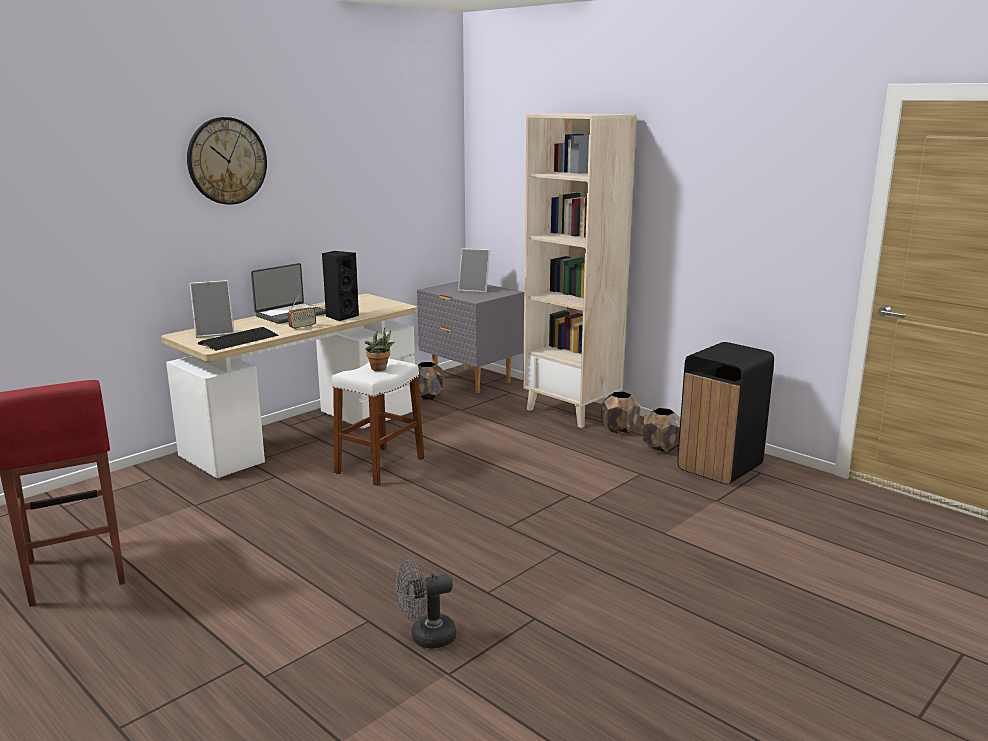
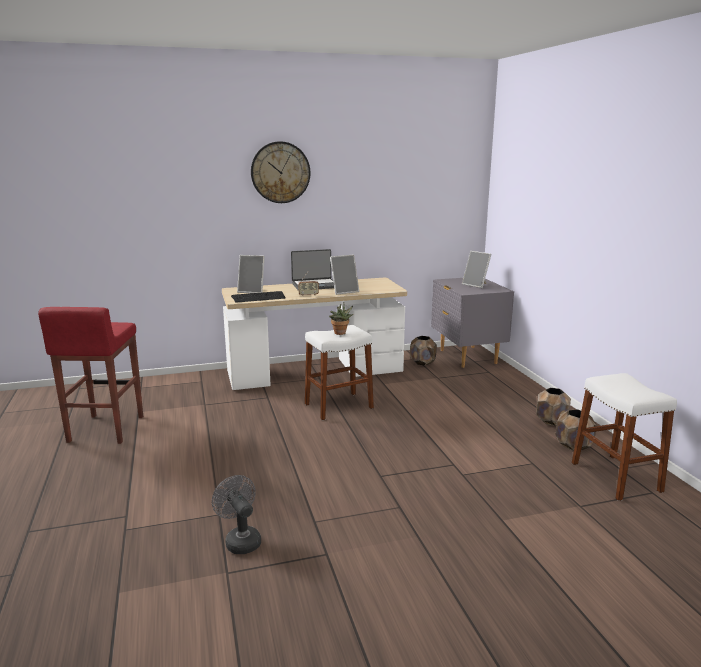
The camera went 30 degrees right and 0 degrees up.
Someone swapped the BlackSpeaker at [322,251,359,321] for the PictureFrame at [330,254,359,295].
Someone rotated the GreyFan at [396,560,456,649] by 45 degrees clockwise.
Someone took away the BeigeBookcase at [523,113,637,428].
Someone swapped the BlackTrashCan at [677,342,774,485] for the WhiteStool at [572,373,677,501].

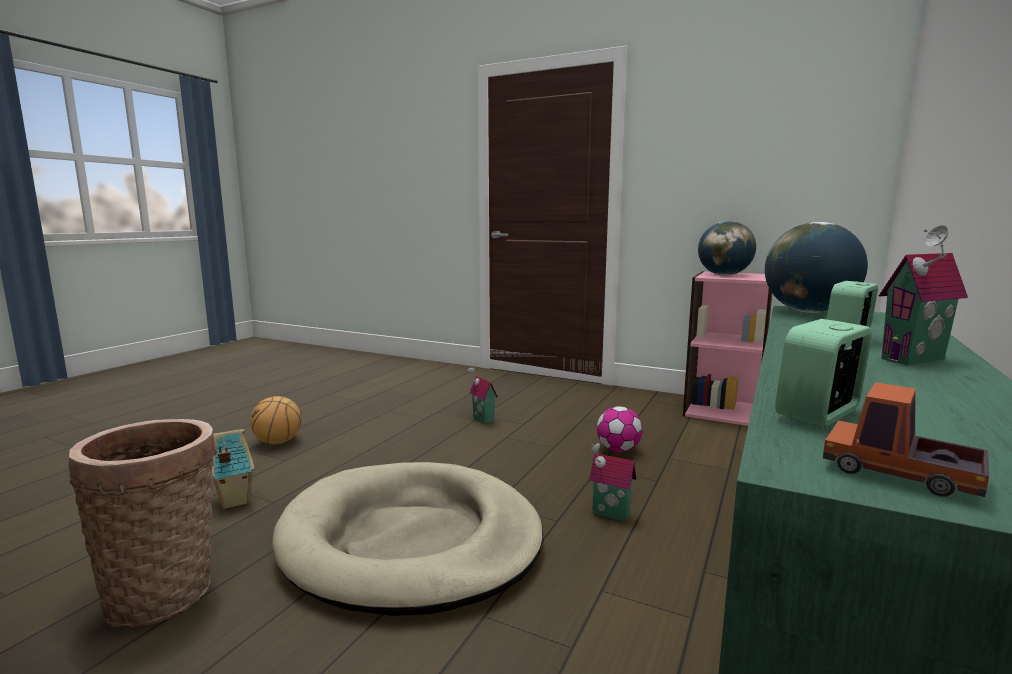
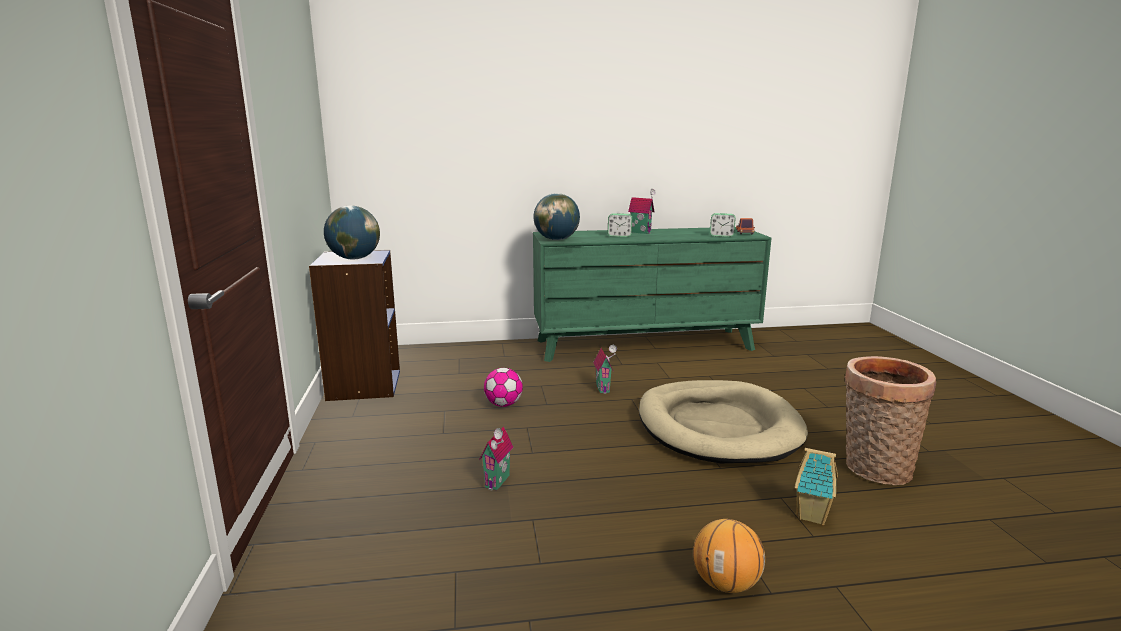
The camera went 125 degrees left and 5 degrees up.
Someone repainted the PinkBookcase at [683,271,773,426], which became the BlueBookcase at [309,250,400,401].

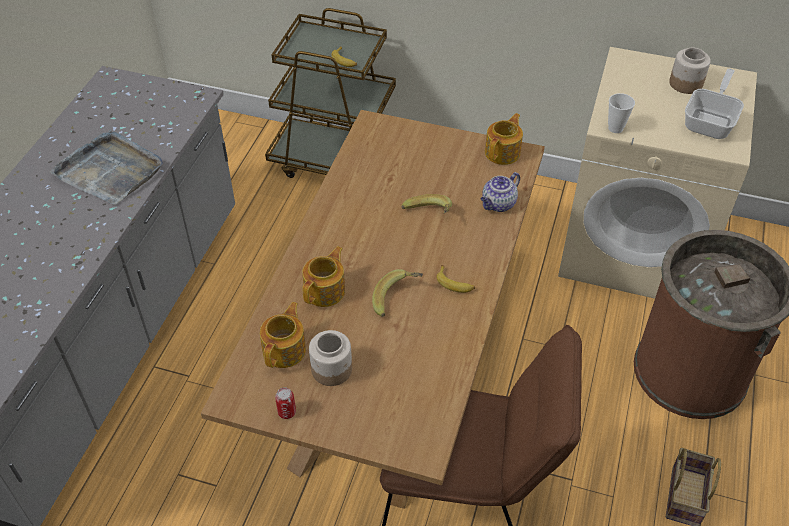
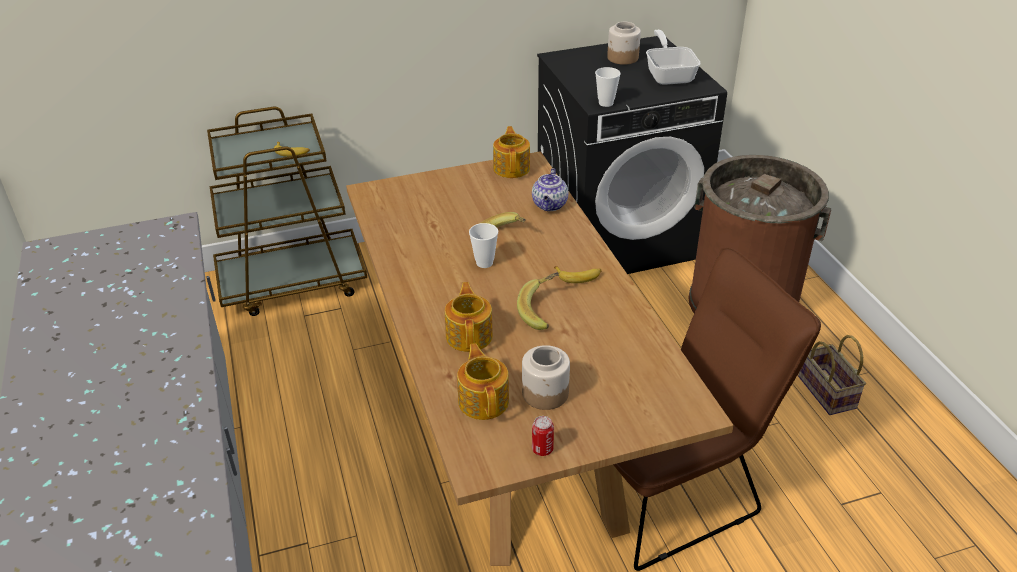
The camera went 35 degrees left and 10 degrees down.
Someone took away the GreyTray at [50,130,163,205].
Someone repainted the BeigeWashingMachine at [558,47,757,299], which became the BlackWashingMachine at [537,36,727,274].
Someone put down the Cup at [469,223,498,268].

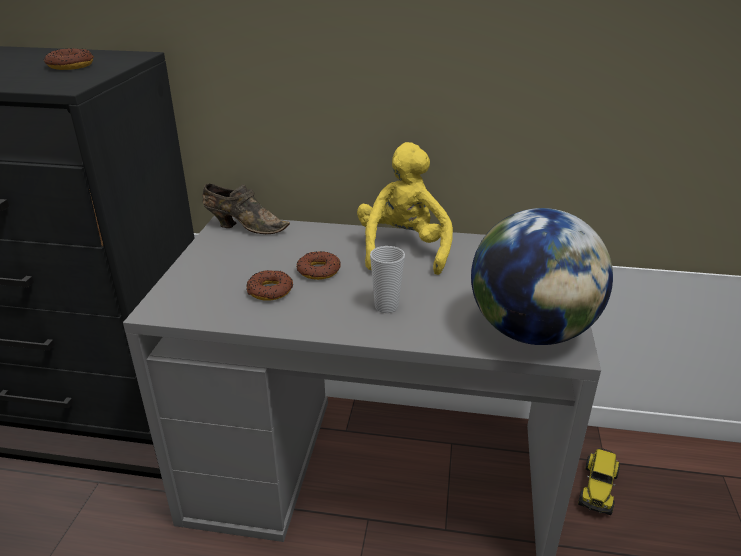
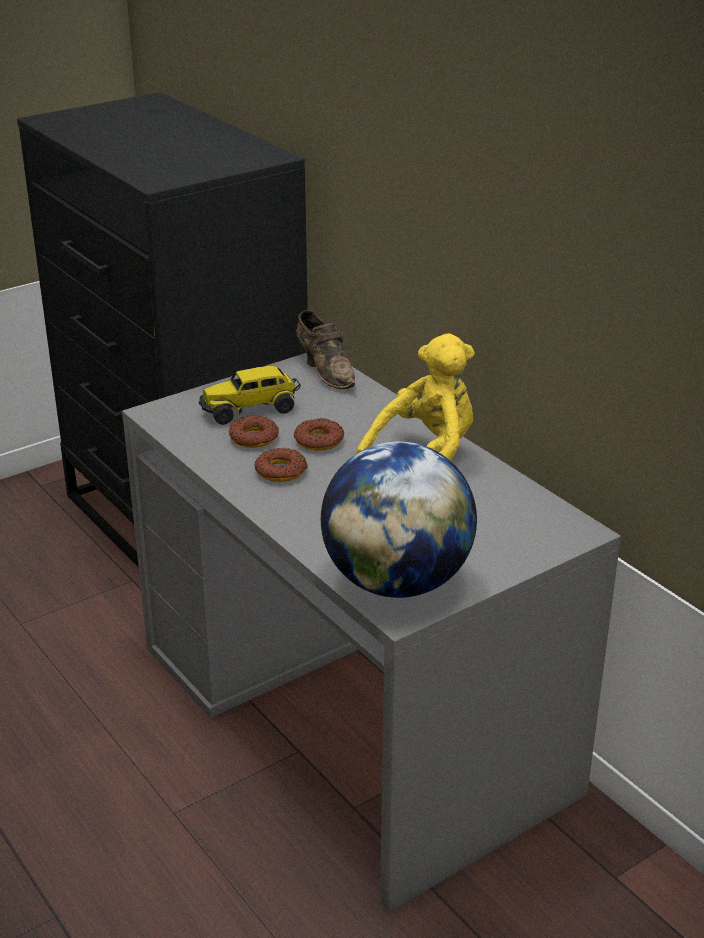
The camera went 45 degrees right and 0 degrees up.
Someone carried the Donut from [44,48,94,70] to [255,448,308,482].
Someone took away the Cup at [370,246,405,313].
Someone carried the ToyTruck from [578,448,620,515] to [199,366,301,425].

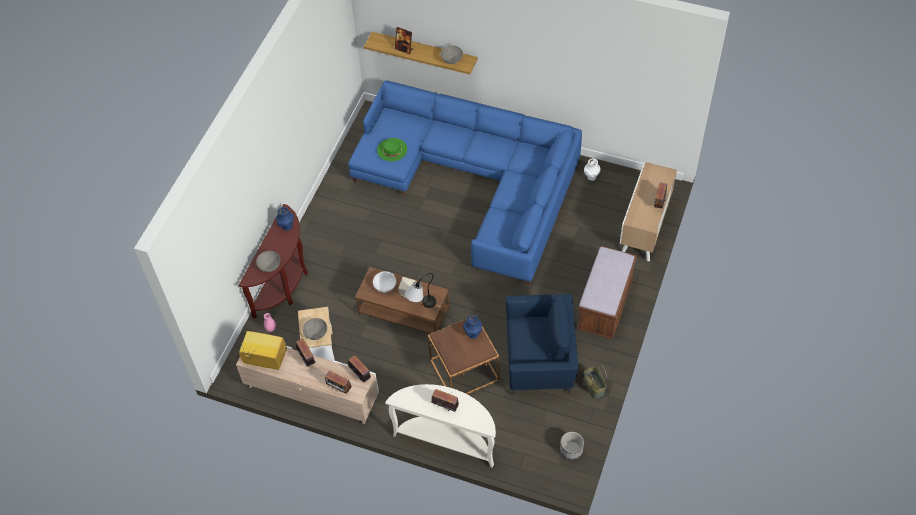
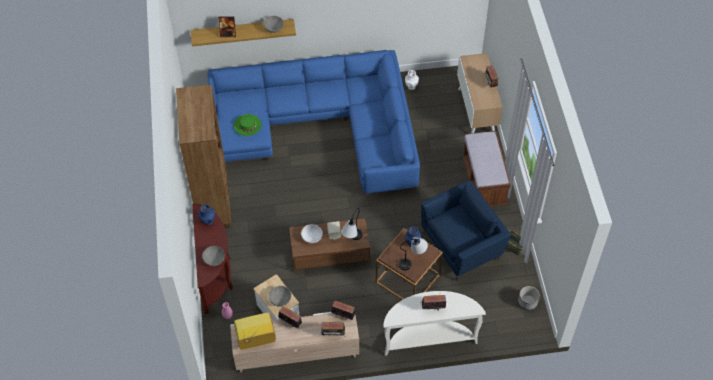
The camera went 30 degrees left and 0 degrees up.
Someone put down the BrownBookcase at [176,84,231,228].
Someone put down the TableLamp at [399,237,428,270].

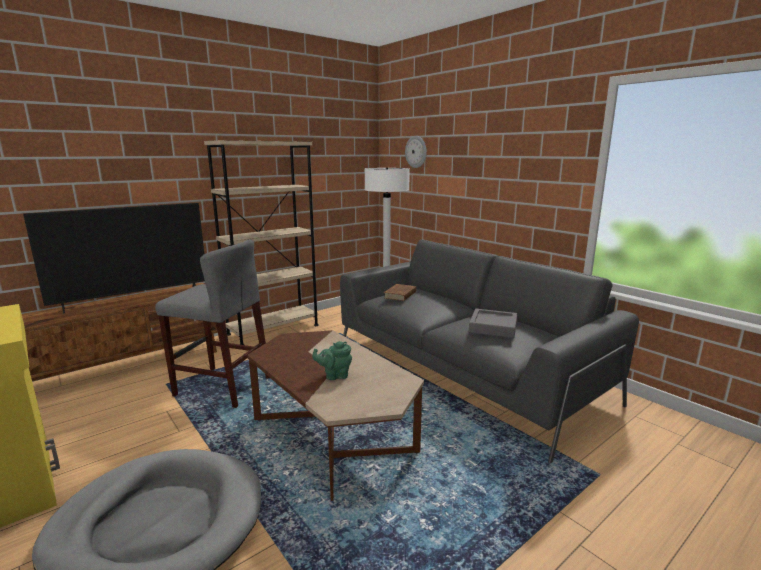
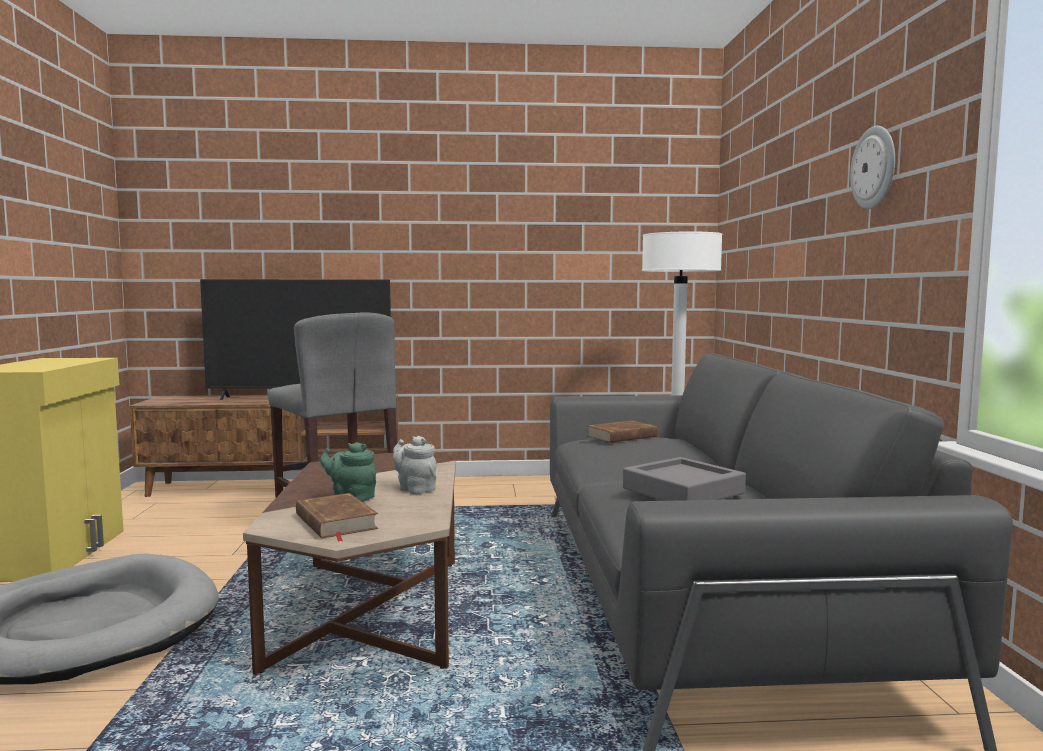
The camera went 35 degrees right and 10 degrees down.
Someone took away the BeigeBookcase at [204,140,319,345].
Someone carried the WallClock from [405,136,427,168] to [850,126,895,209].
Someone put down the BrownBook at [296,493,378,542].
Someone put down the GreyTeapot at [393,436,437,494].

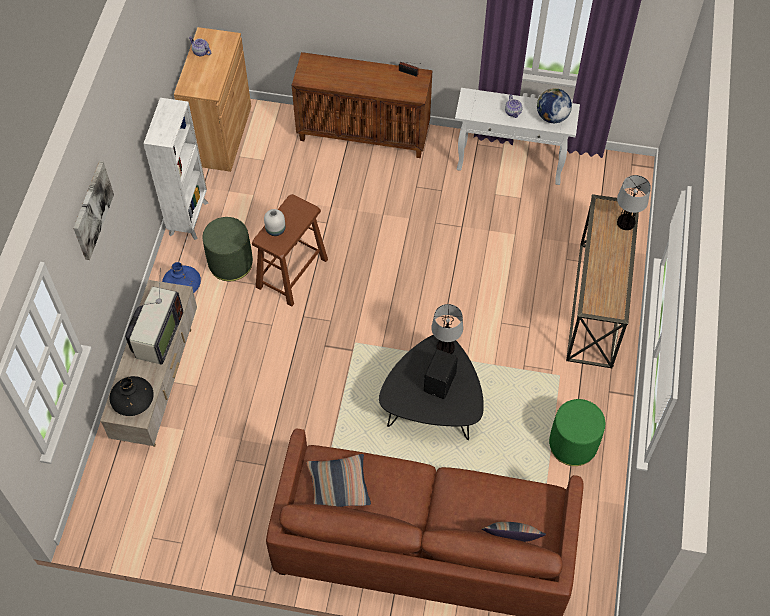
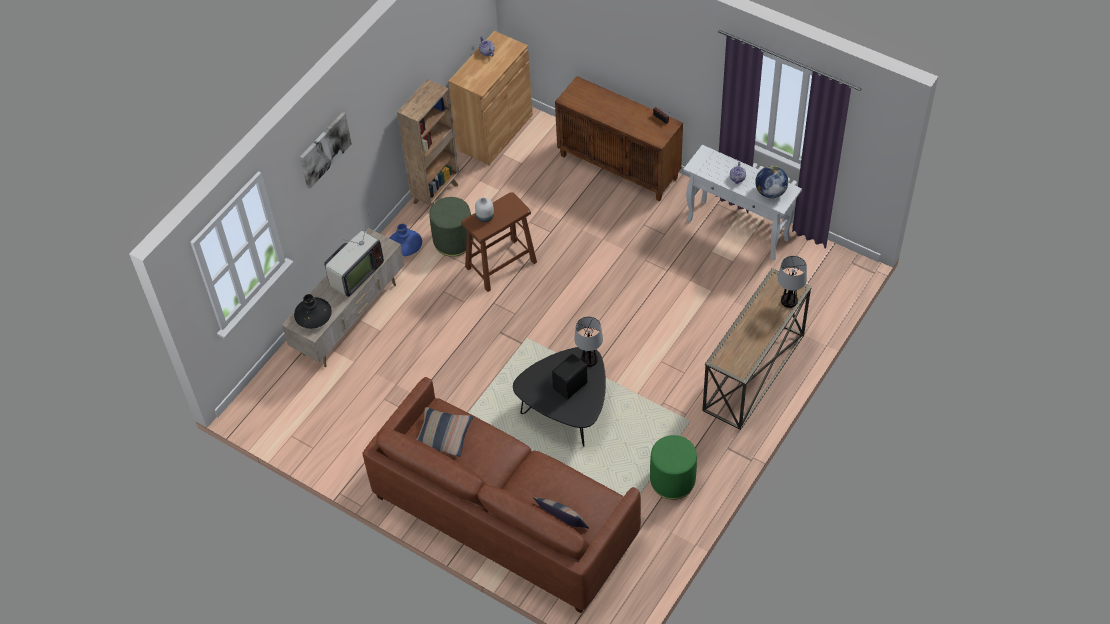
The camera went 25 degrees right and 5 degrees down.
Someone repainted the WhiteBookcase at [143,98,208,240], which became the BrownBookcase at [397,79,459,207].

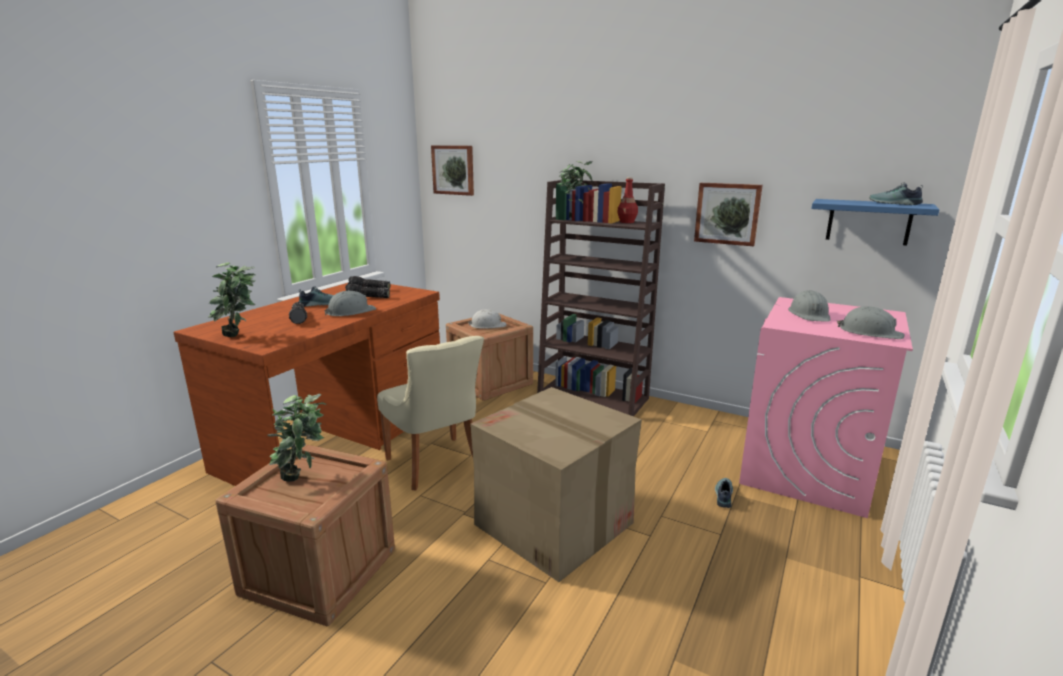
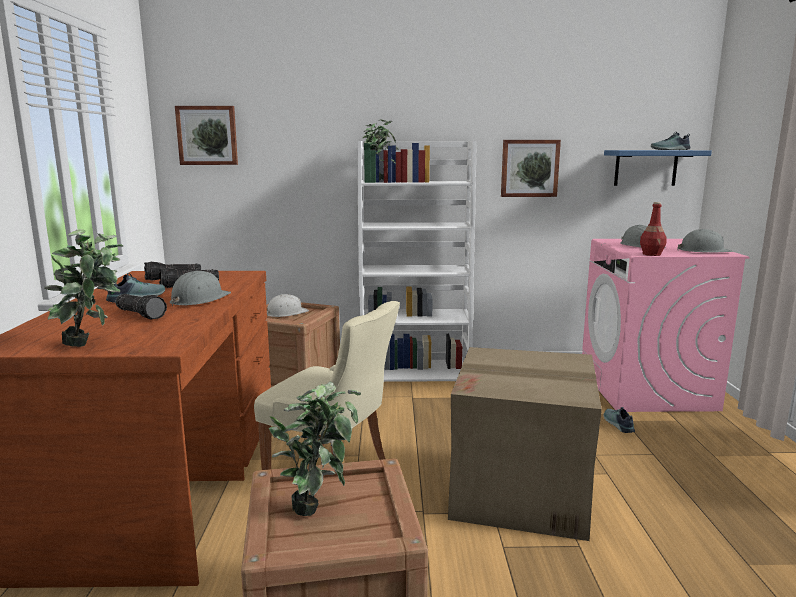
The camera went 30 degrees left and 5 degrees down.
Someone repainted the BrownBookcase at [537,180,665,417], which became the WhiteBookcase at [357,141,477,382].
Someone carried the RedBottle from [617,177,638,223] to [640,202,667,256].

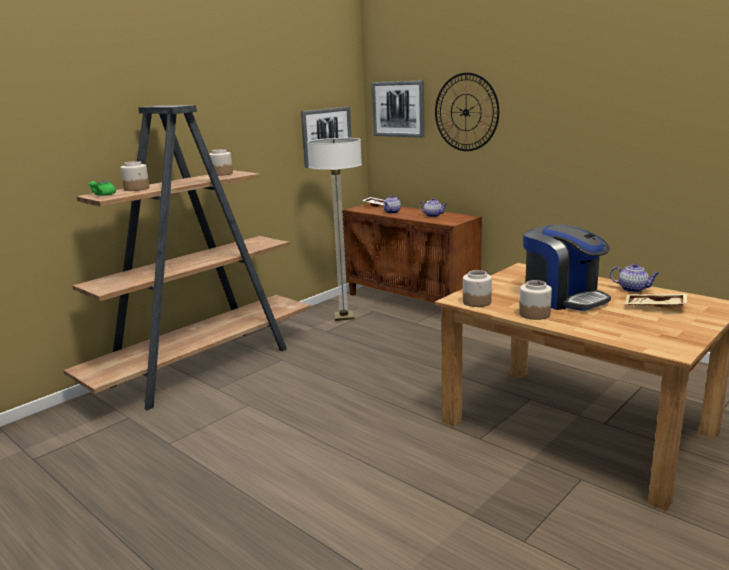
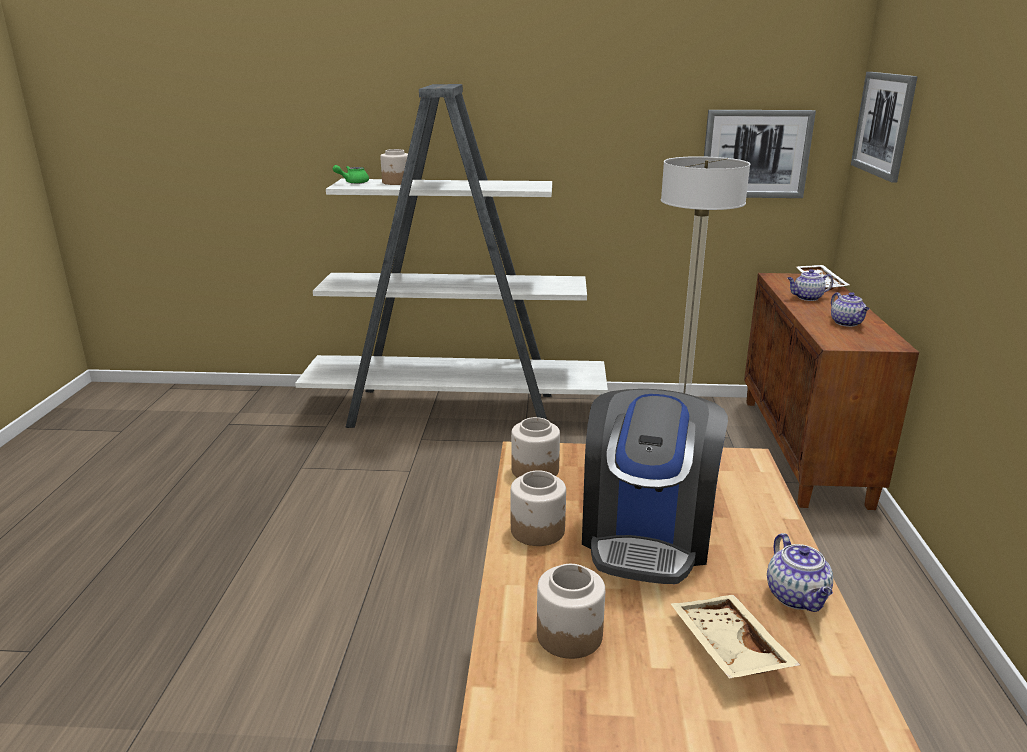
The camera went 50 degrees right and 5 degrees up.
Someone repainted the BrownBookcase at [63,105,311,410], which became the WhiteBookcase at [295,84,608,428].
Someone carried the Jar from [209,149,233,176] to [537,564,605,659].
Someone took away the WallClock at [435,73,499,151].

